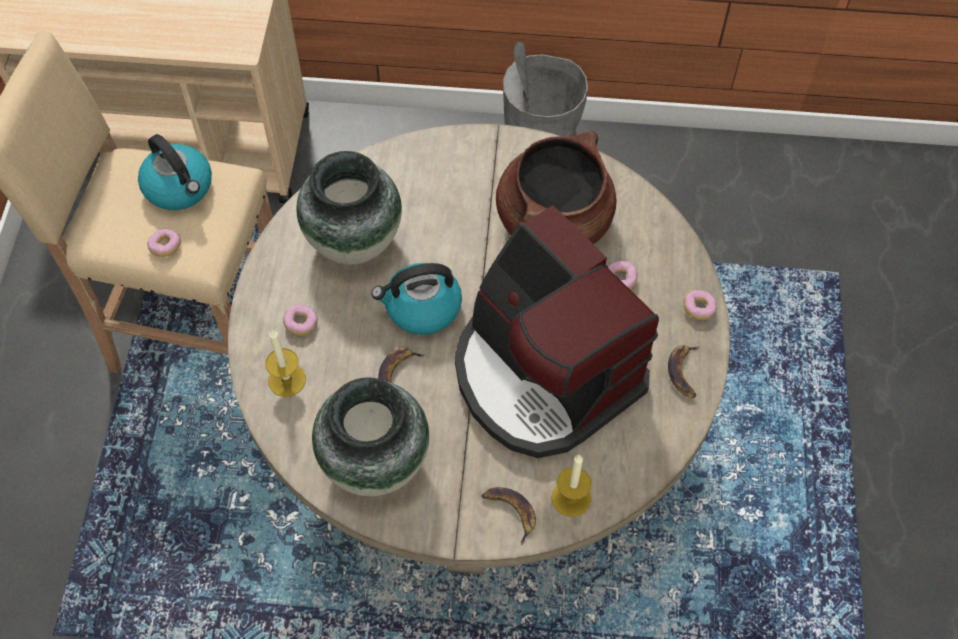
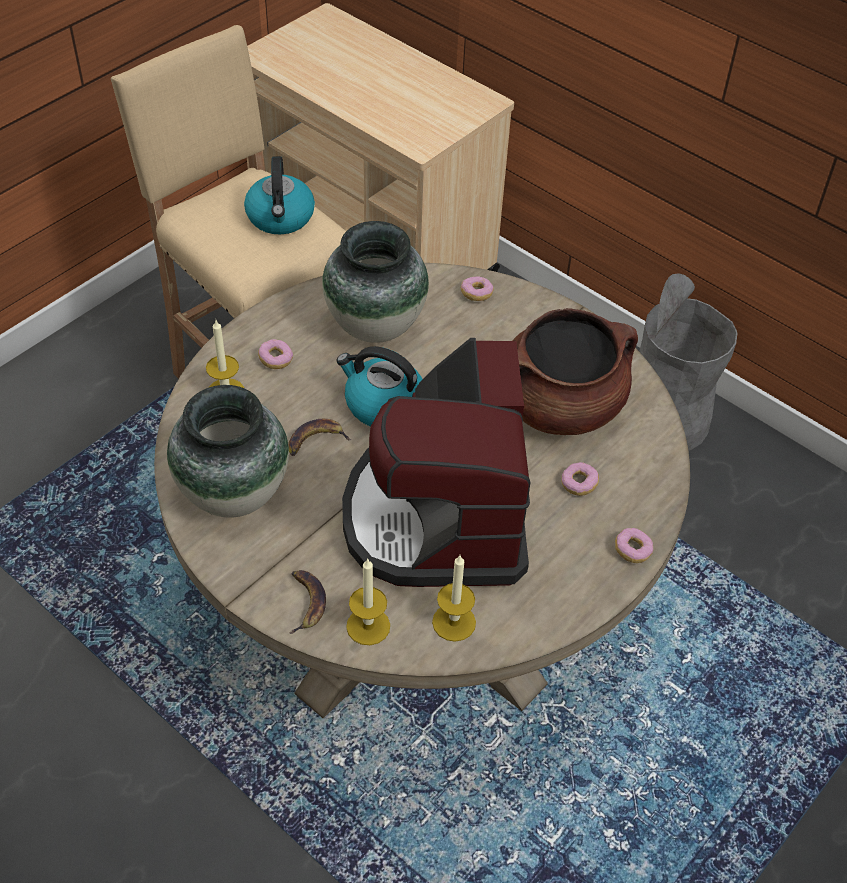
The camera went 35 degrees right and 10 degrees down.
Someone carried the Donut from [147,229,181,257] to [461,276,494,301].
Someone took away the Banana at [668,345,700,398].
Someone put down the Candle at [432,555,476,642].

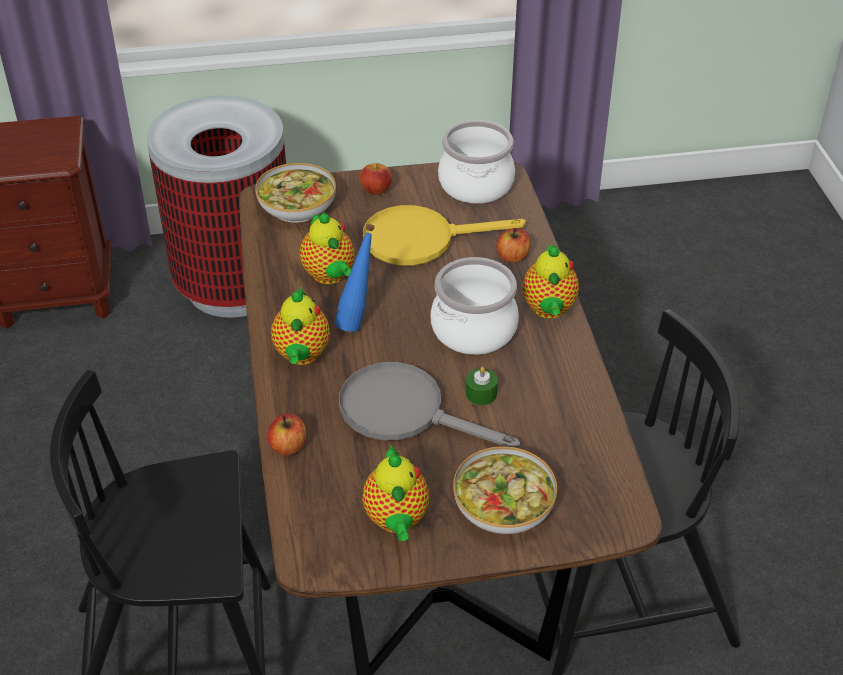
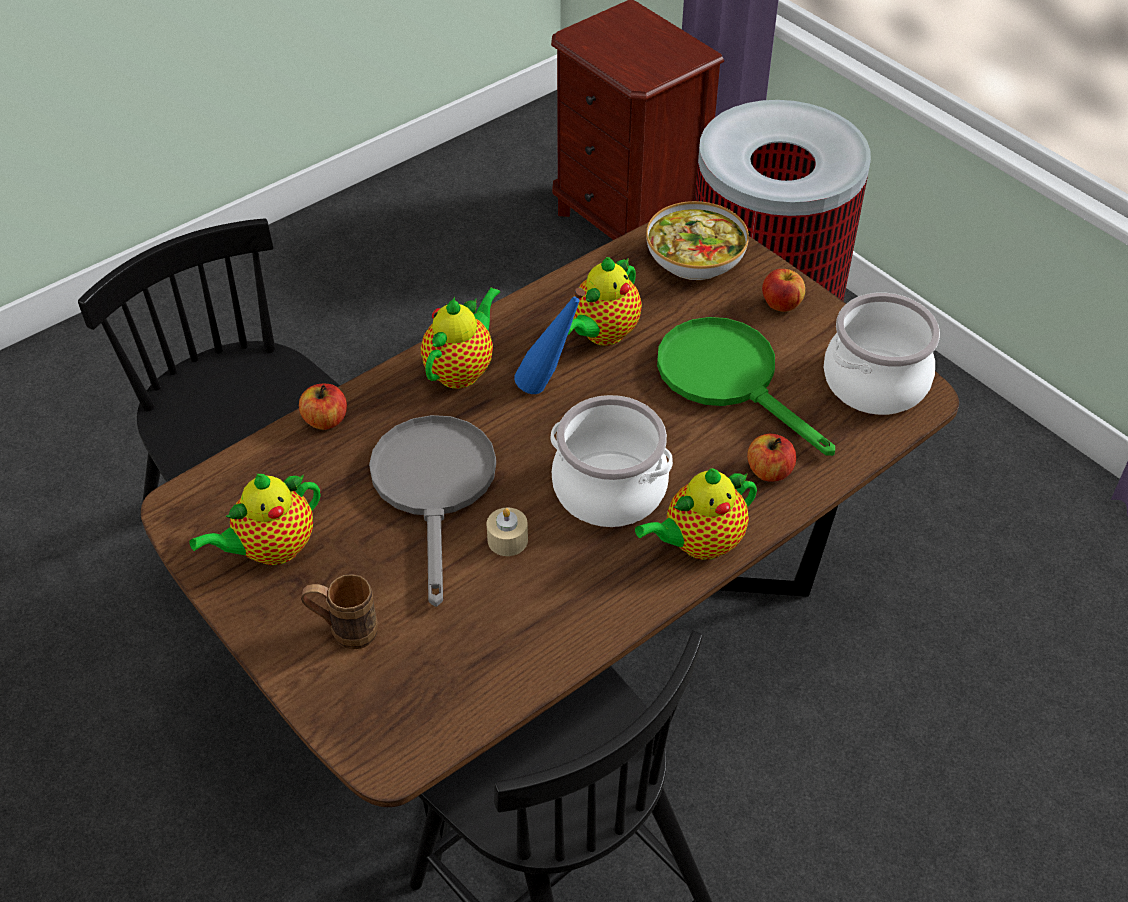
The camera went 60 degrees right and 5 degrees up.
Someone rotated the Teapot at [271,287,330,365] by 150 degrees clockwise.
Someone repainted the YellowFryingPan at [363,205,526,266], which became the GreenFryingPan at [657,317,835,456].
Someone swapped the Bowl at [453,446,557,534] for the BrownMug at [301,574,378,650].
Someone repainted the GreenCandle at [466,367,498,405], which became the BeigeCandle at [487,508,528,556].

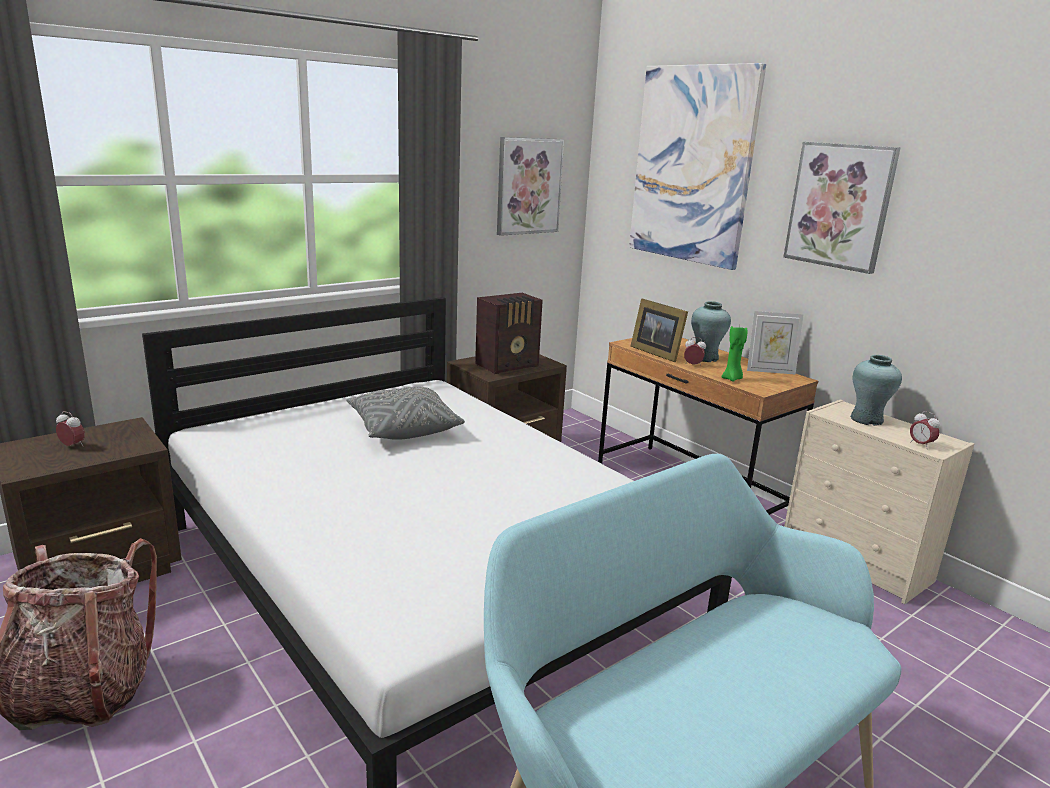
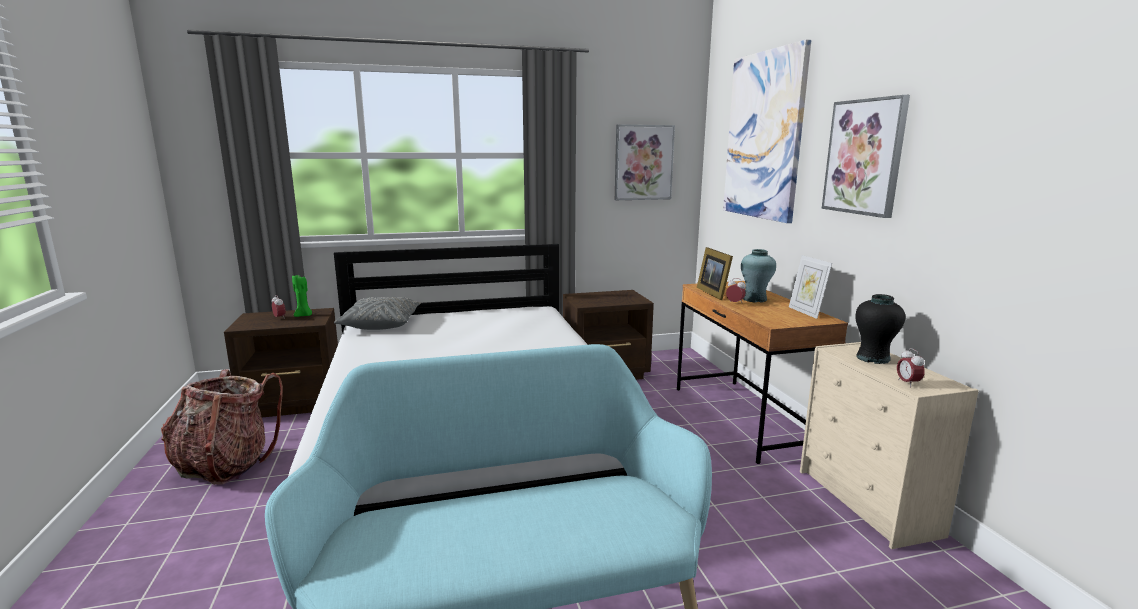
The camera went 25 degrees right and 5 degrees down.
Someone carried the GreyPillow from [346,387,465,440] to [334,297,421,330].
Someone took away the Radio at [475,293,543,374].
Someone carried the GreenCandle from [722,325,748,381] to [292,275,312,317].
Someone rotated the PictureFrame at [747,311,803,374] by 45 degrees clockwise.
Someone repainted the TurquoiseVase at [851,355,902,426], which became the BlackVase at [855,294,905,364].

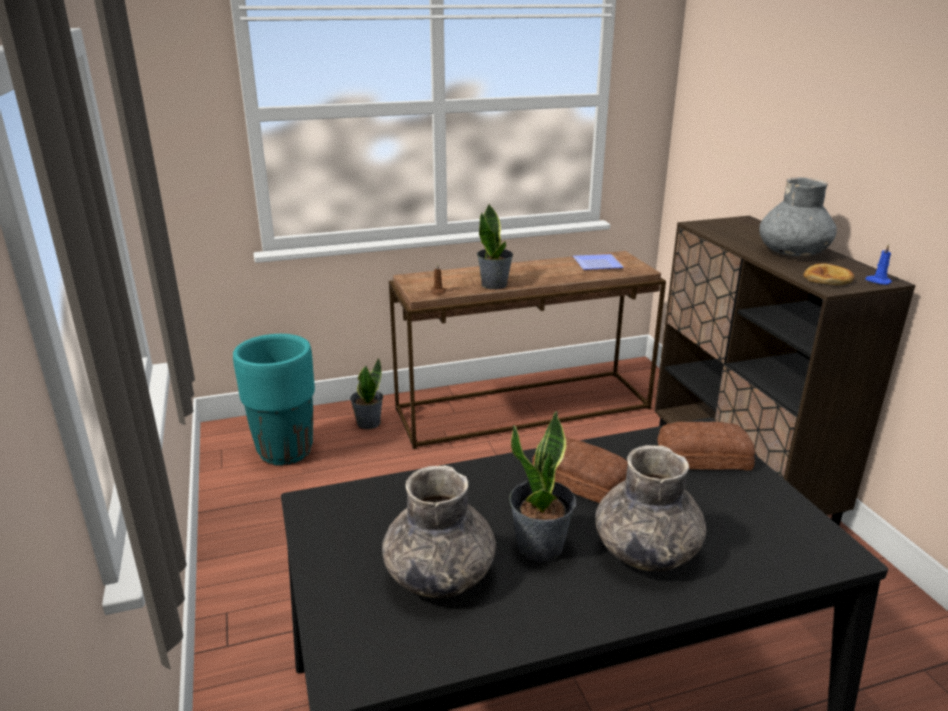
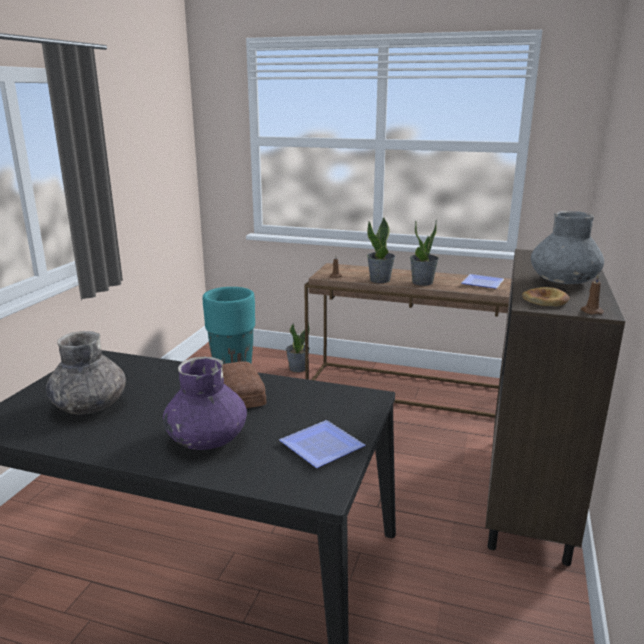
The camera went 35 degrees right and 5 degrees down.
Someone carried the PottedPlant from [509,410,576,562] to [410,219,439,286].
Someone repainted the GreyVase at [595,445,707,571], which became the PurpleVase at [163,357,247,450].
Someone took away the Bread at [657,422,755,470].
Someone repainted the BlueCandle at [865,244,892,285], which became the BrownCandle at [581,275,604,315].
Someone put down the Plate at [279,420,365,468].

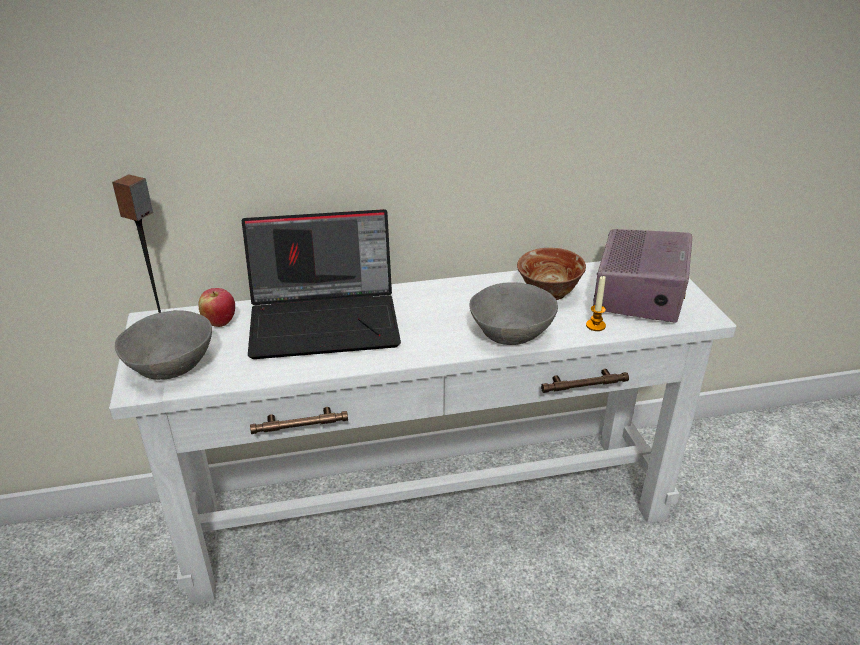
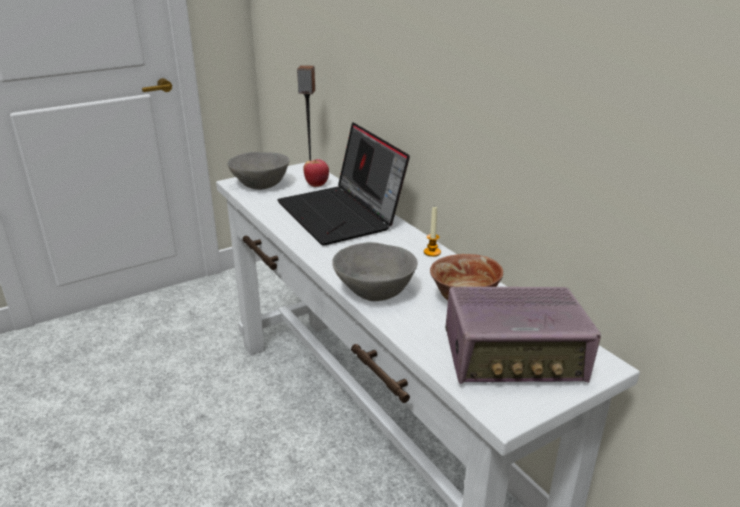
The camera went 70 degrees right and 5 degrees down.
Someone carried the Candle from [586,276,606,331] to [424,206,441,257].

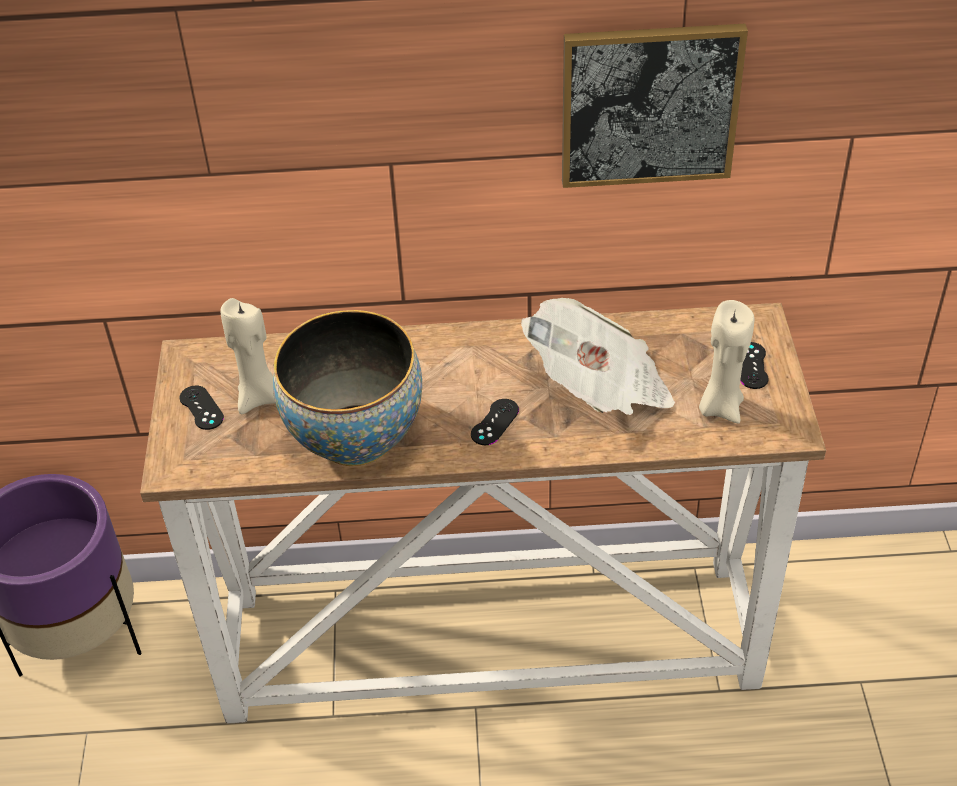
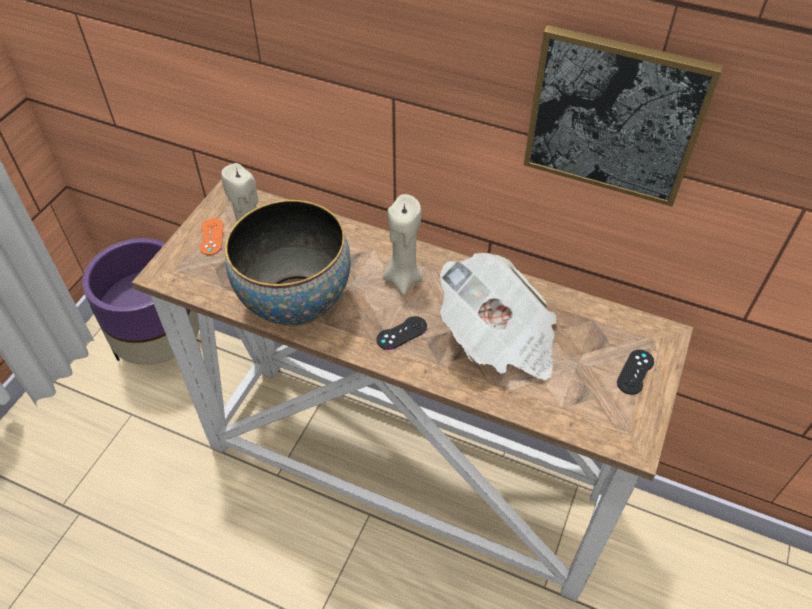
The camera went 25 degrees right and 5 degrees up.
Someone repainted the BlackGameController at [180,386,224,430], which became the OrangeGameController at [199,218,223,255].
Someone carried the BeigeCandle from [699,300,754,424] to [383,194,423,295].

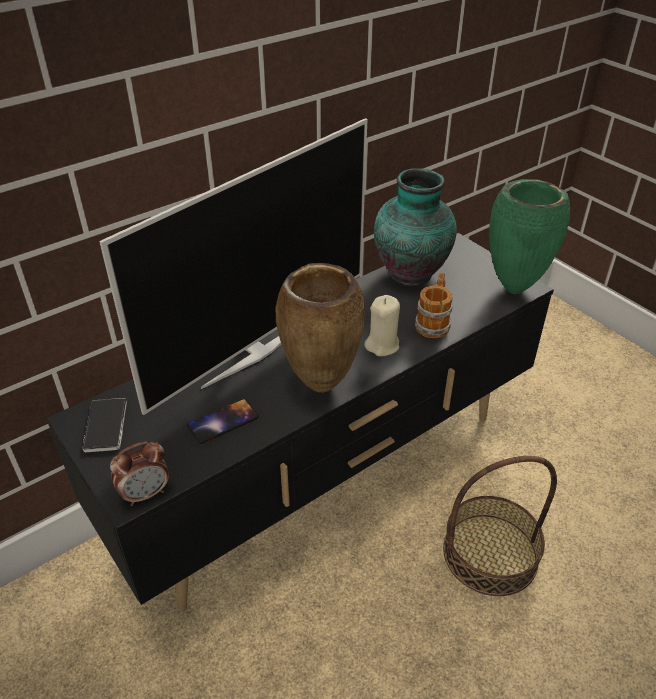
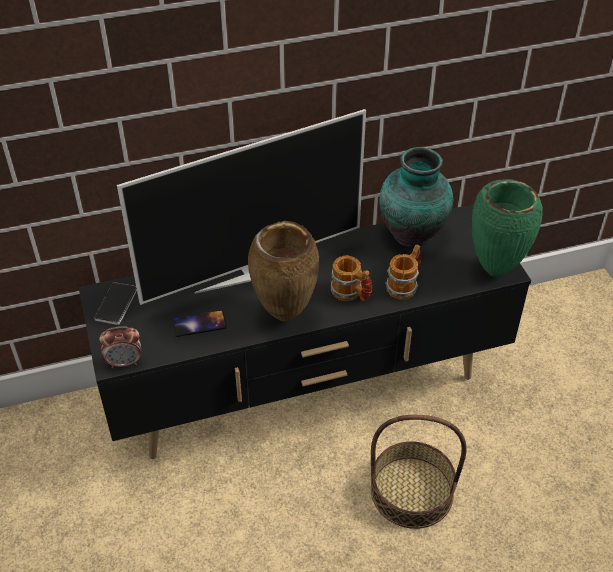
The camera went 20 degrees right and 5 degrees up.
Someone swapped the BeigeCandle at [364,295,400,356] for the Mug at [331,256,373,301].

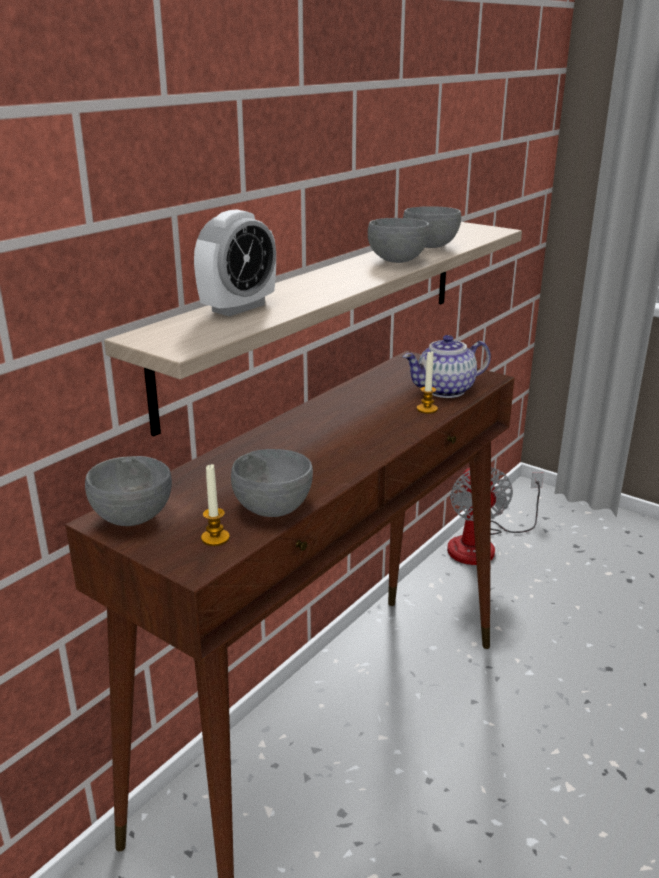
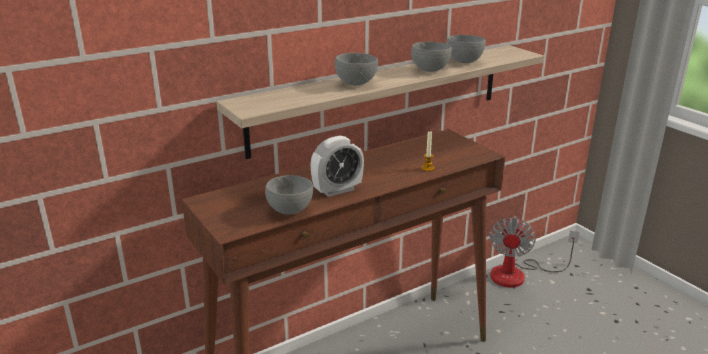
The camera went 20 degrees right and 0 degrees up.
Someone carried the GreyBowl from [85,456,172,526] to [335,53,378,85].
Someone carried the AlarmClock from [194,209,276,316] to [311,136,364,197].
Someone took away the Candle at [201,464,230,546].
Someone took away the Teapot at [403,335,491,398].

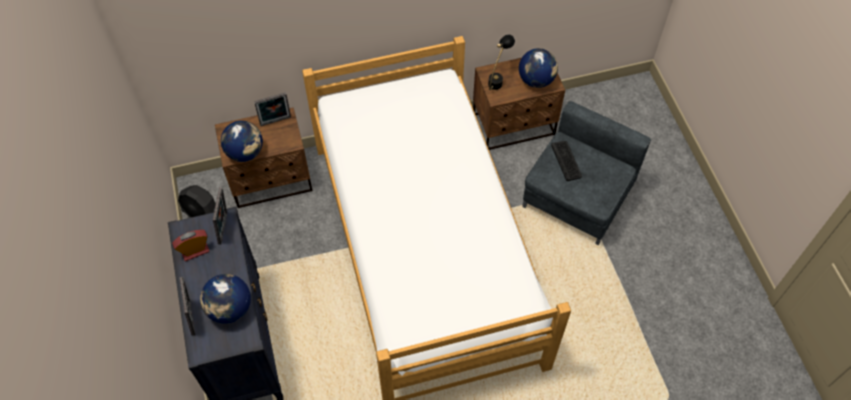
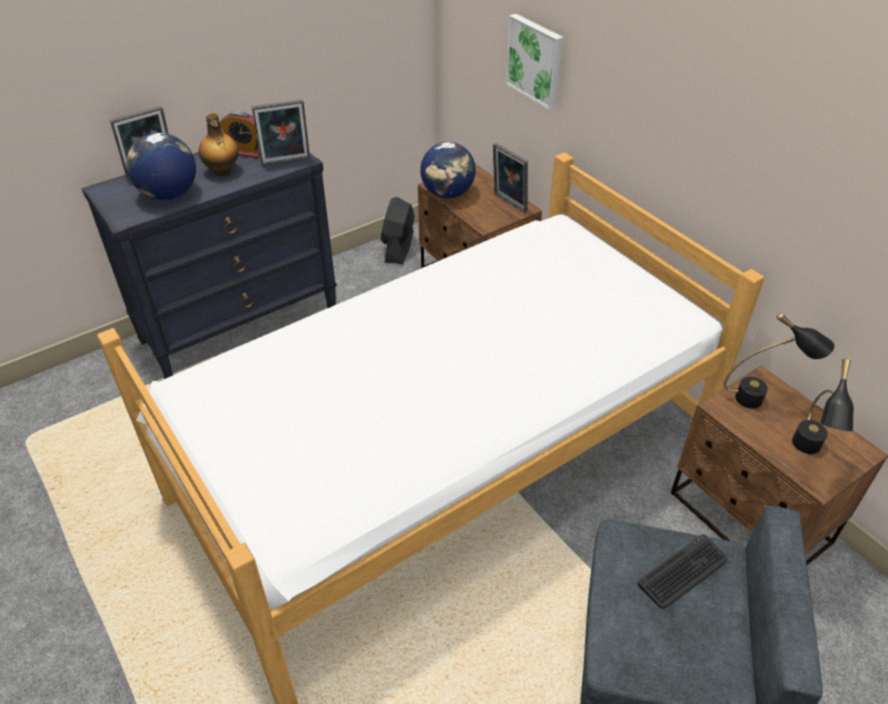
The camera went 70 degrees right and 15 degrees down.
Someone rotated the AlarmClock at [172,230,210,261] by 150 degrees clockwise.
Someone swapped the Globe at [519,48,558,88] for the BlackTableLamp at [792,358,854,454].
Someone put down the Bottle at [198,112,239,176].
Someone put up the Picture at [505,14,564,110].

